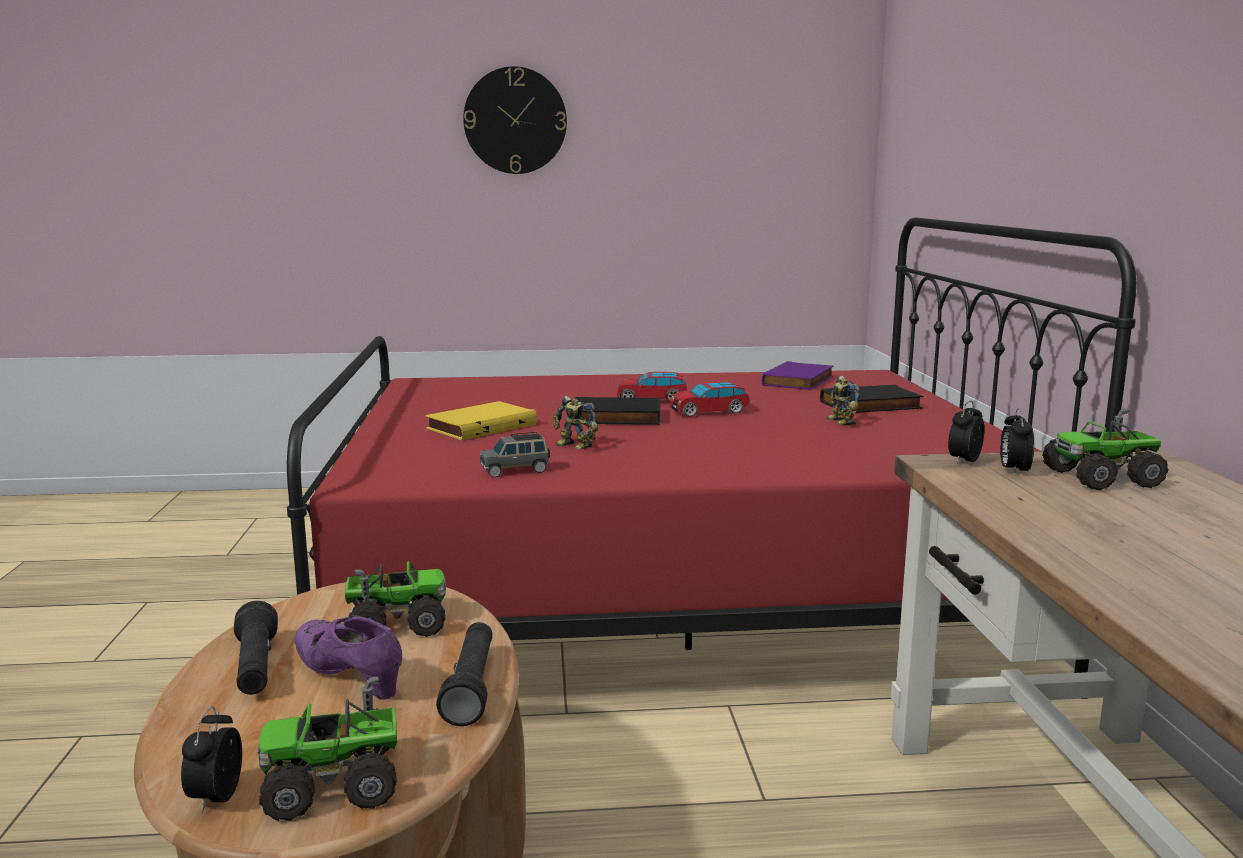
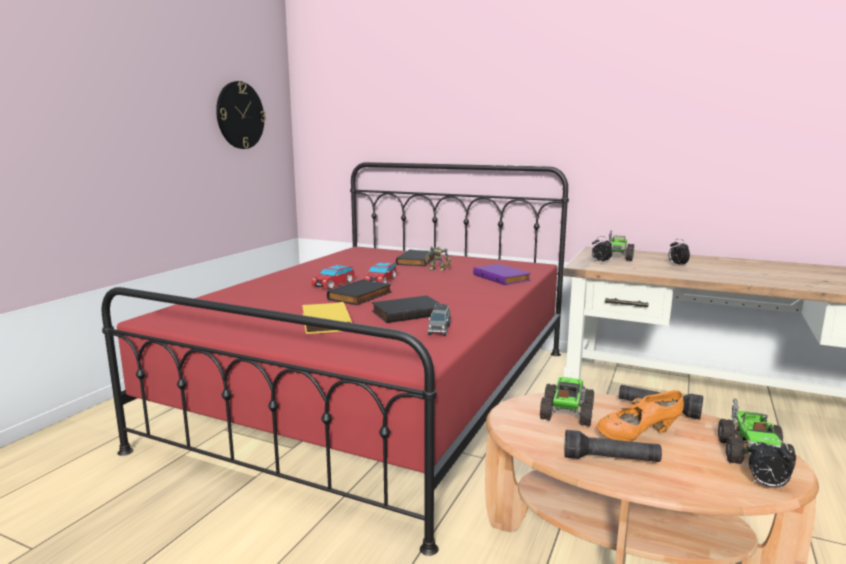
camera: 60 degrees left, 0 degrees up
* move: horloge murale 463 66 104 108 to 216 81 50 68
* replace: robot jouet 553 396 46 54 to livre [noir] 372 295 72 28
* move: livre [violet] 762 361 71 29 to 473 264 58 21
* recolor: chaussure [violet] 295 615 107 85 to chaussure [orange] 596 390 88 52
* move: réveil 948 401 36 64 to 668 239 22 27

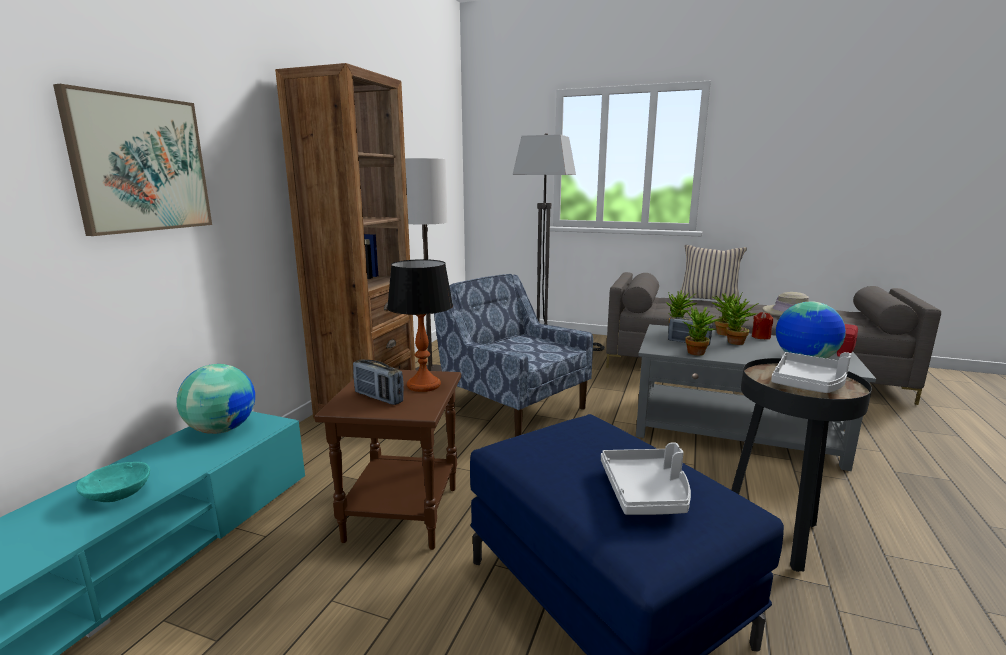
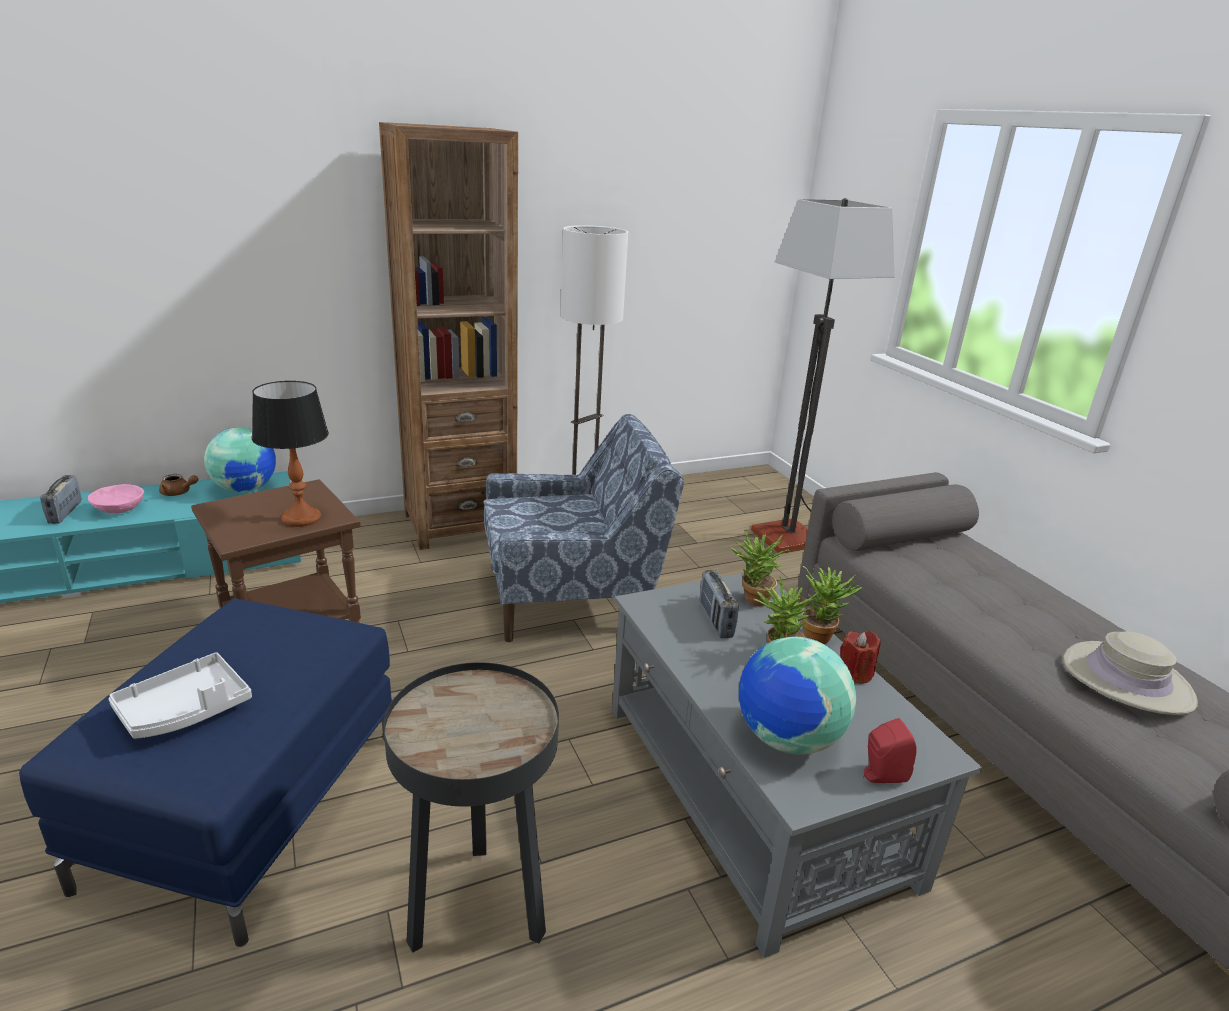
camera: 45 degrees right, 10 degrees up
* move: radio 353 359 51 46 to 40 475 42 49
* recolor: bol [turquoise] 76 462 74 40 to bol [rose] 88 484 56 29
* insert: théière [marron] 159 474 39 22
* rotate: fauteuil [bleu] 434 274 159 163 = 484 414 200 228 75 degrees clockwise
* delete: tableau 53 84 159 152
* delete: coussin [beige] 677 245 70 59
* delete: plante en pot 683 306 41 50
* delete: plateau [gris] 771 352 80 41

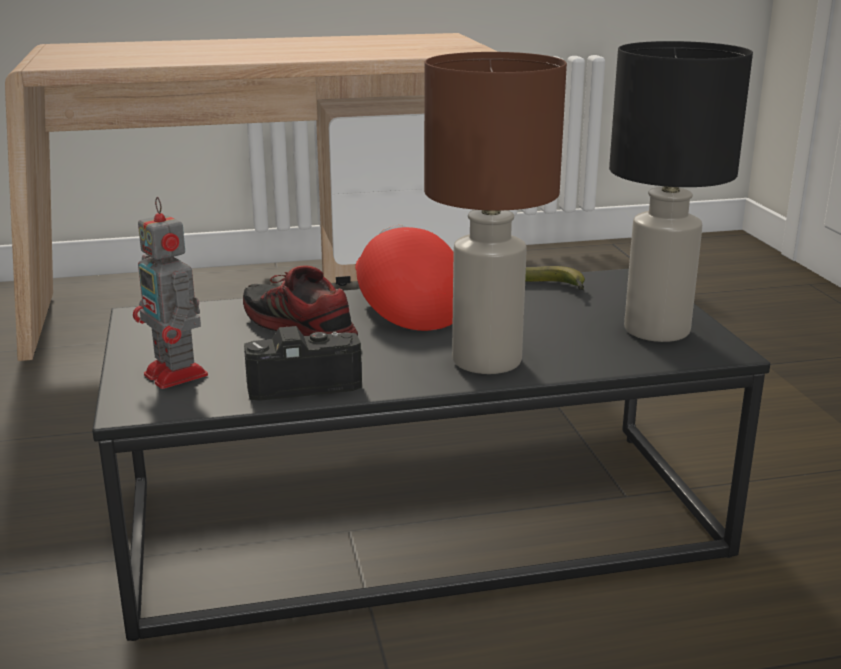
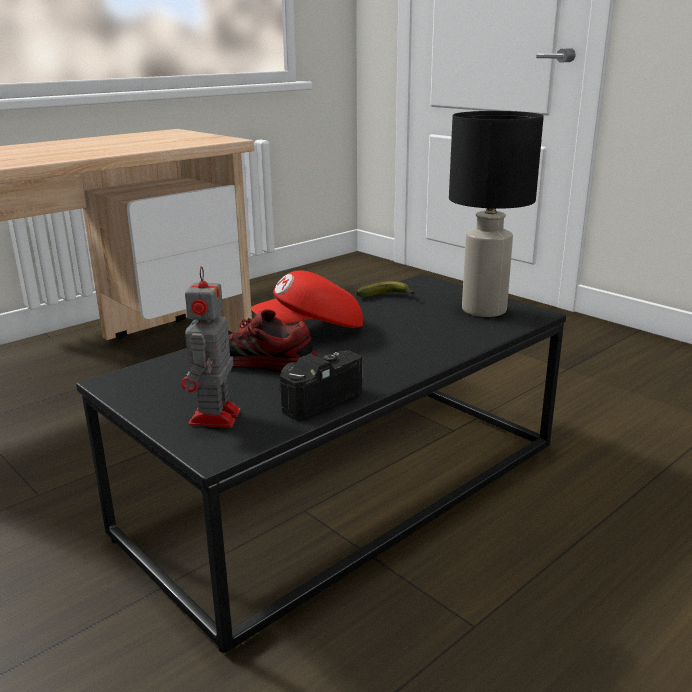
camera: 30 degrees left, 0 degrees up
* rotate: robot jouet 133 197 75 192 = 181 266 59 162 75 degrees clockwise
* rotate: casquette [rouge] 355 225 99 106 = 251 270 112 58 60 degrees counterclockwise
* delete: lampe de table [marron] 424 52 143 322

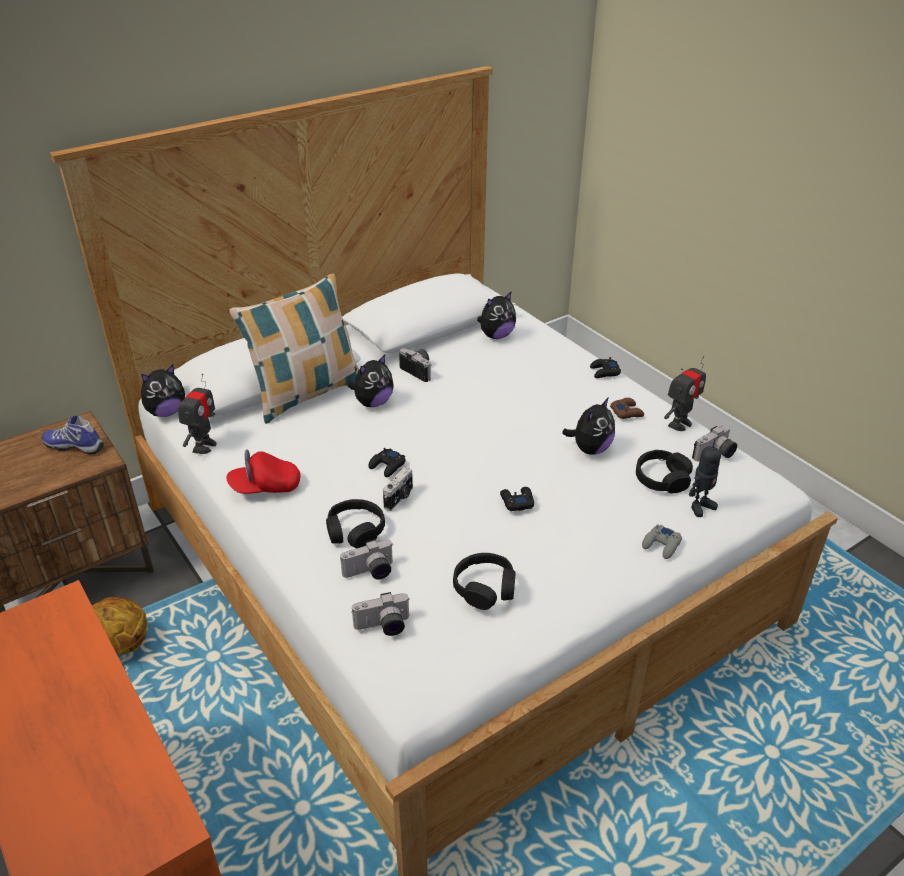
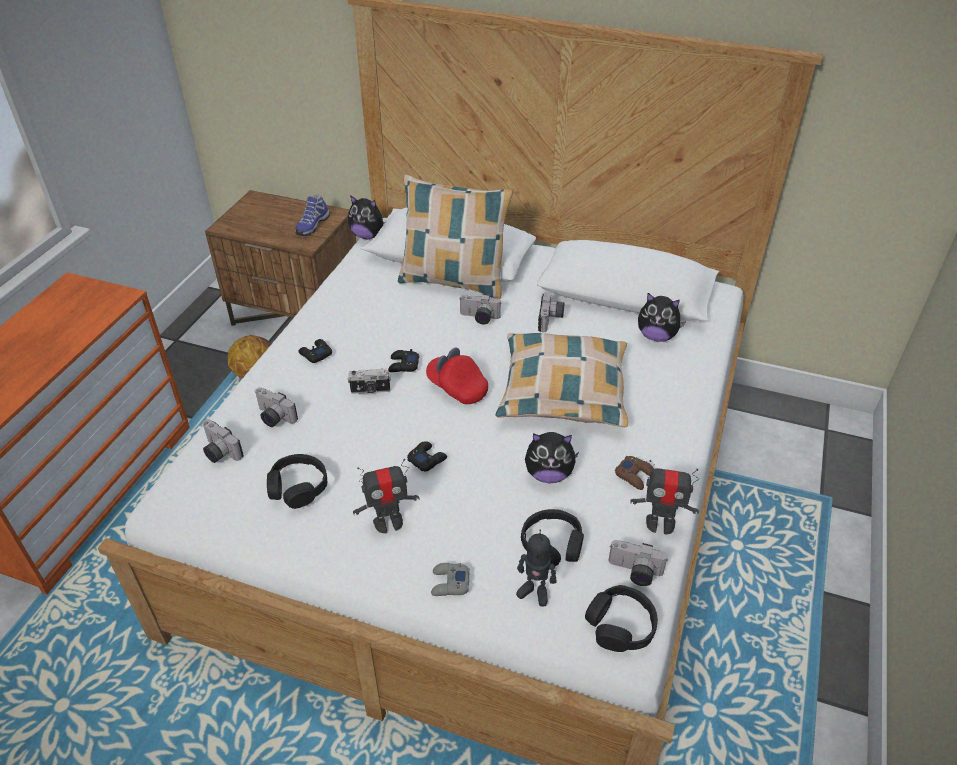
camera: 55 degrees right, 5 degrees up
* rotate: chaussure 41 415 63 39 = 295 194 35 42 135 degrees counterclockwise
* move: manette [noir] 590 357 31 21 to 298 339 34 24
* move: robot jouet 178 374 38 80 to 353 459 67 74
* move: casquette [rouge] 226 450 74 44 to 426 348 62 56
* replace: peluche 348 354 46 53 to appareil photo 459 294 42 31
* insert: coussin 496 333 132 94
* move: casque audio [noir] 326 499 59 49 to 585 585 73 67

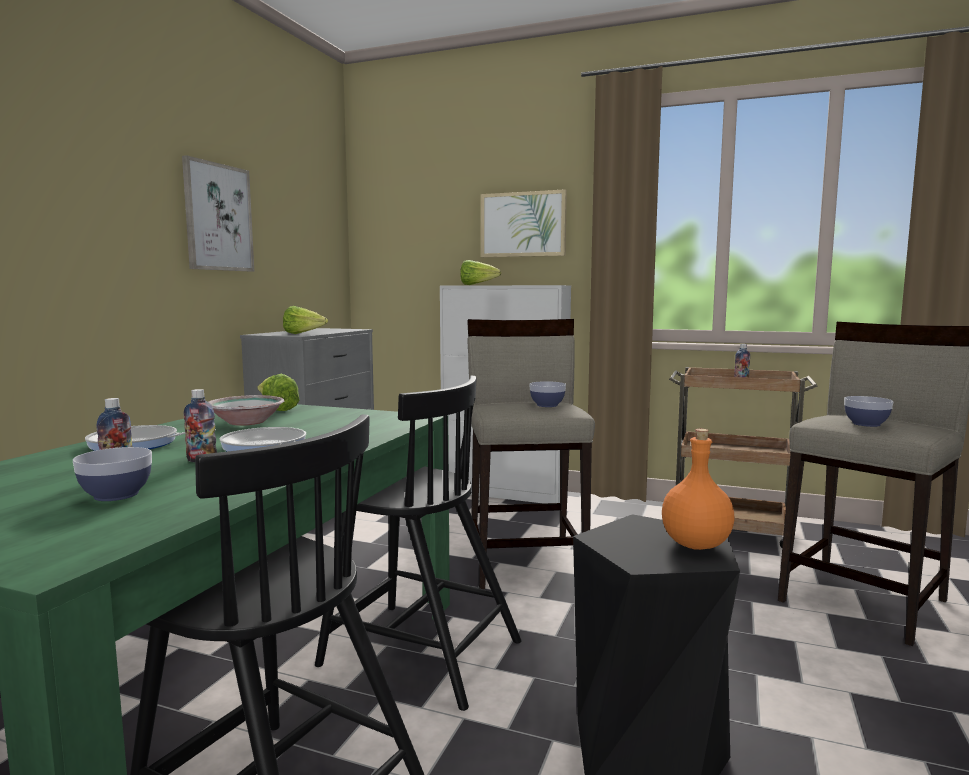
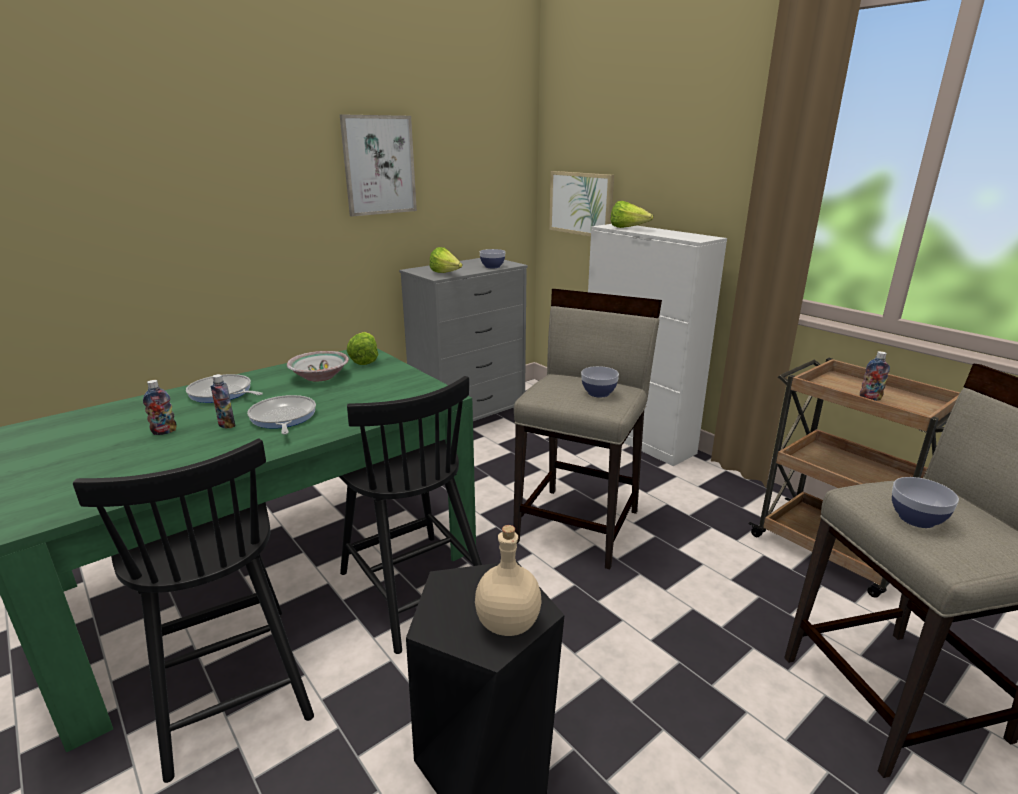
camera: 30 degrees right, 15 degrees up
* recolor: bouteille [orange] 662 429 72 121 to bouteille [beige] 475 525 66 111
* move: bol 73 447 79 54 to 480 249 25 19
* move: tableau 481 189 86 68 to 549 171 65 66

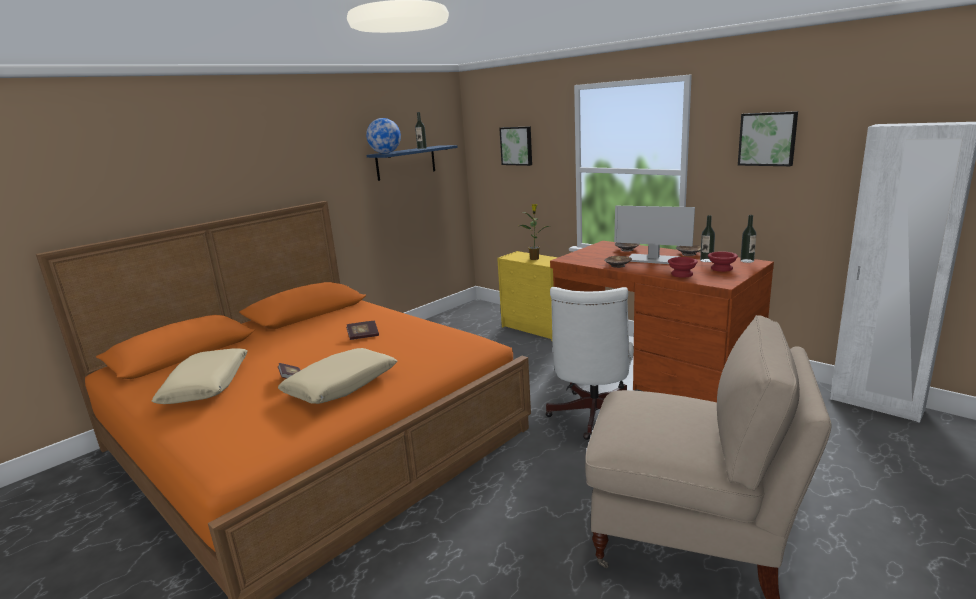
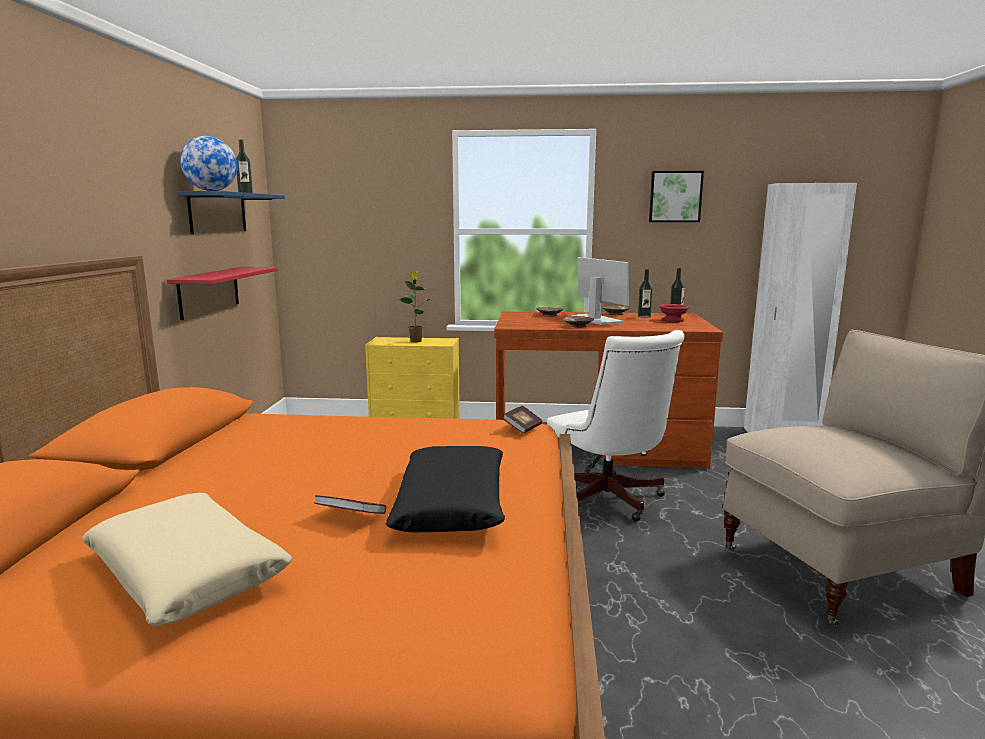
camera: 40 degrees left, 5 degrees down
* insert: étagère [rouge] 167 267 111 53
* recolor: coussin [beige] 278 348 119 56 to coussin [noir] 386 446 119 86
* move: livre 346 321 33 19 to 503 405 39 29
* rotate: écran d'ordinateur 614 206 81 58 = 571 257 58 68 105 degrees counterclockwise
* delete: tableau 499 126 33 40
* delete: bol [rouge] 668 257 30 21

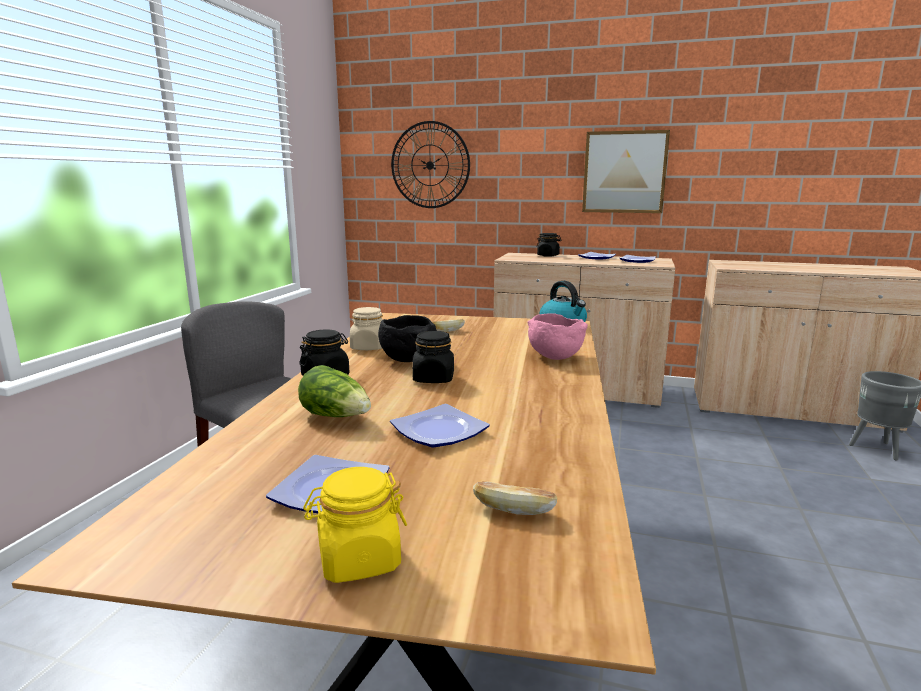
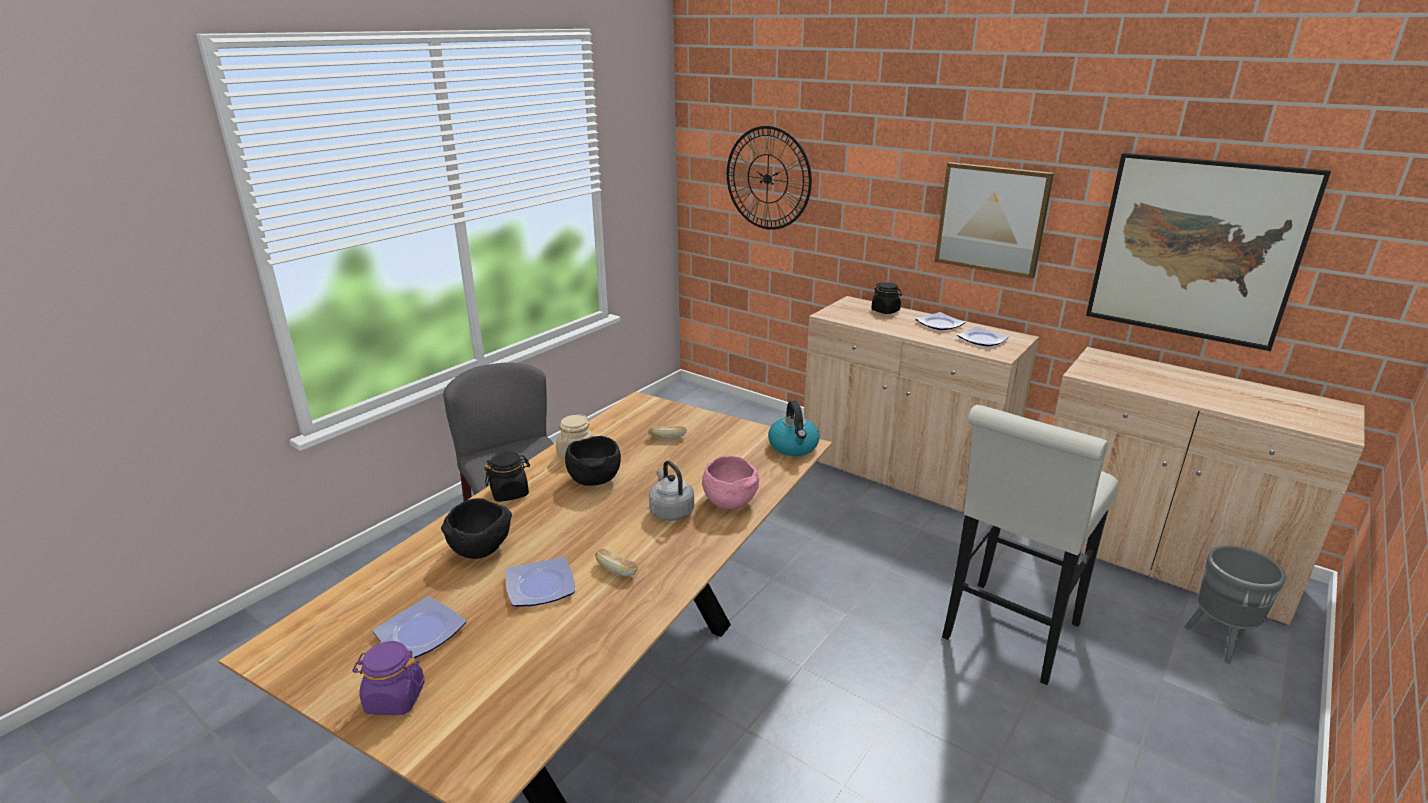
camera: 20 degrees right, 10 degrees up
* recolor: bocal [jaune] 303 467 104 116 to bocal [violet] 352 641 73 74
* replace: laitue 298 365 73 52 to bol [noir] 441 498 71 61
* move: pain 473 481 84 34 to 595 549 43 27
* insert: bouilloire [gris] 649 461 45 60
* insert: tabouret [blanc] 942 405 177 280
* insert: tableau 1086 153 245 198
* delete: bocal [noir] 412 331 42 52

